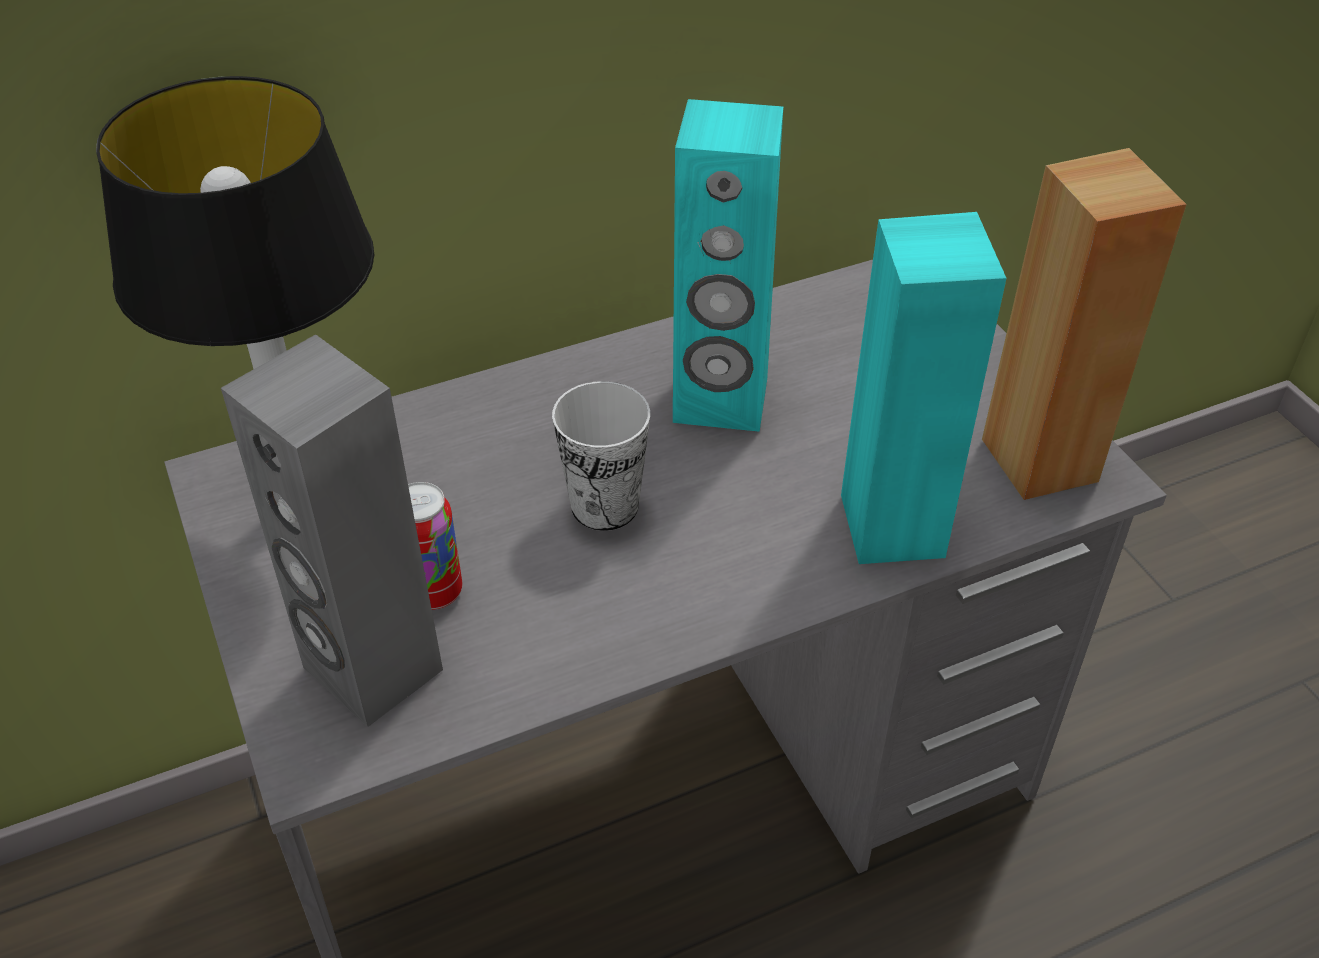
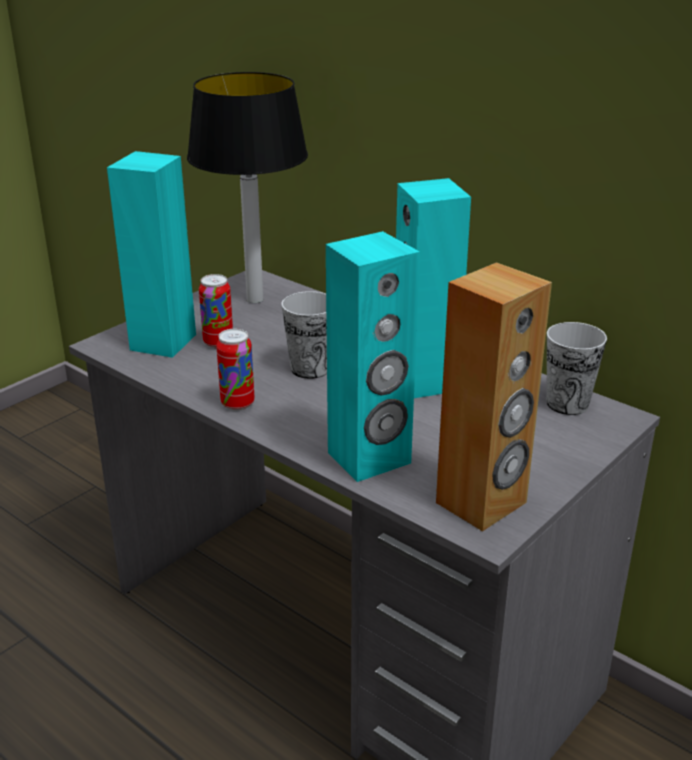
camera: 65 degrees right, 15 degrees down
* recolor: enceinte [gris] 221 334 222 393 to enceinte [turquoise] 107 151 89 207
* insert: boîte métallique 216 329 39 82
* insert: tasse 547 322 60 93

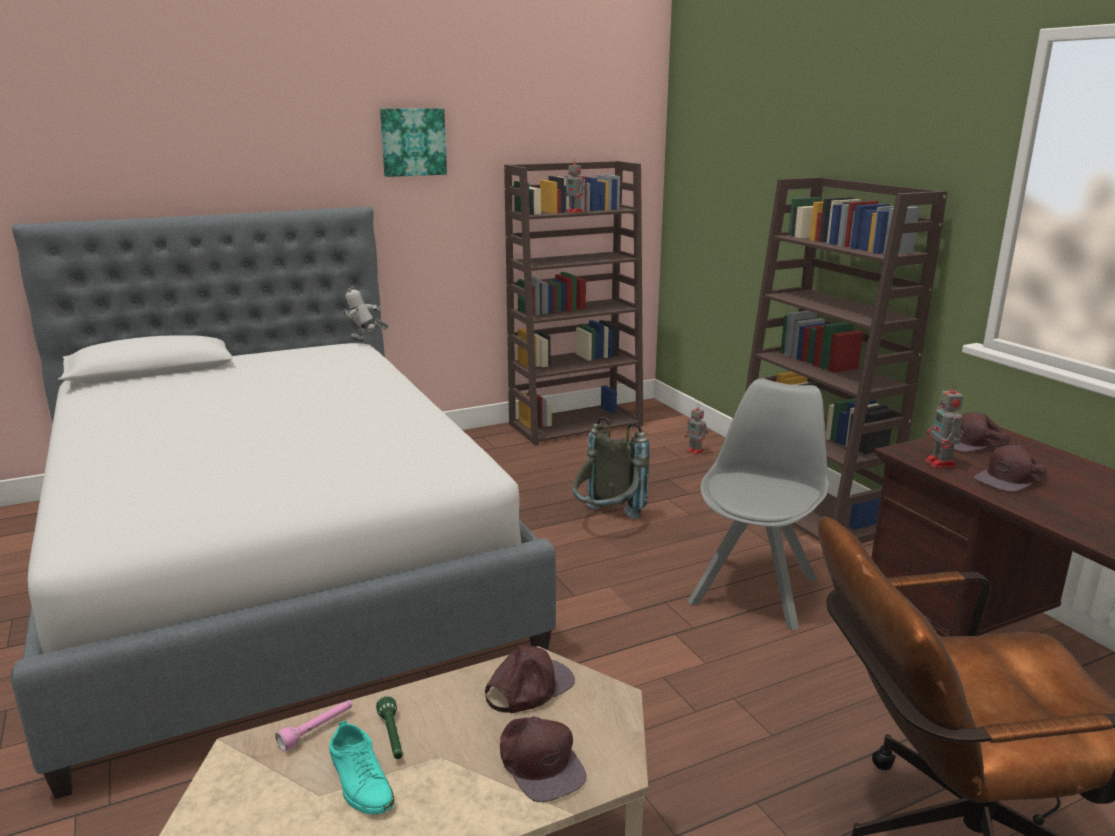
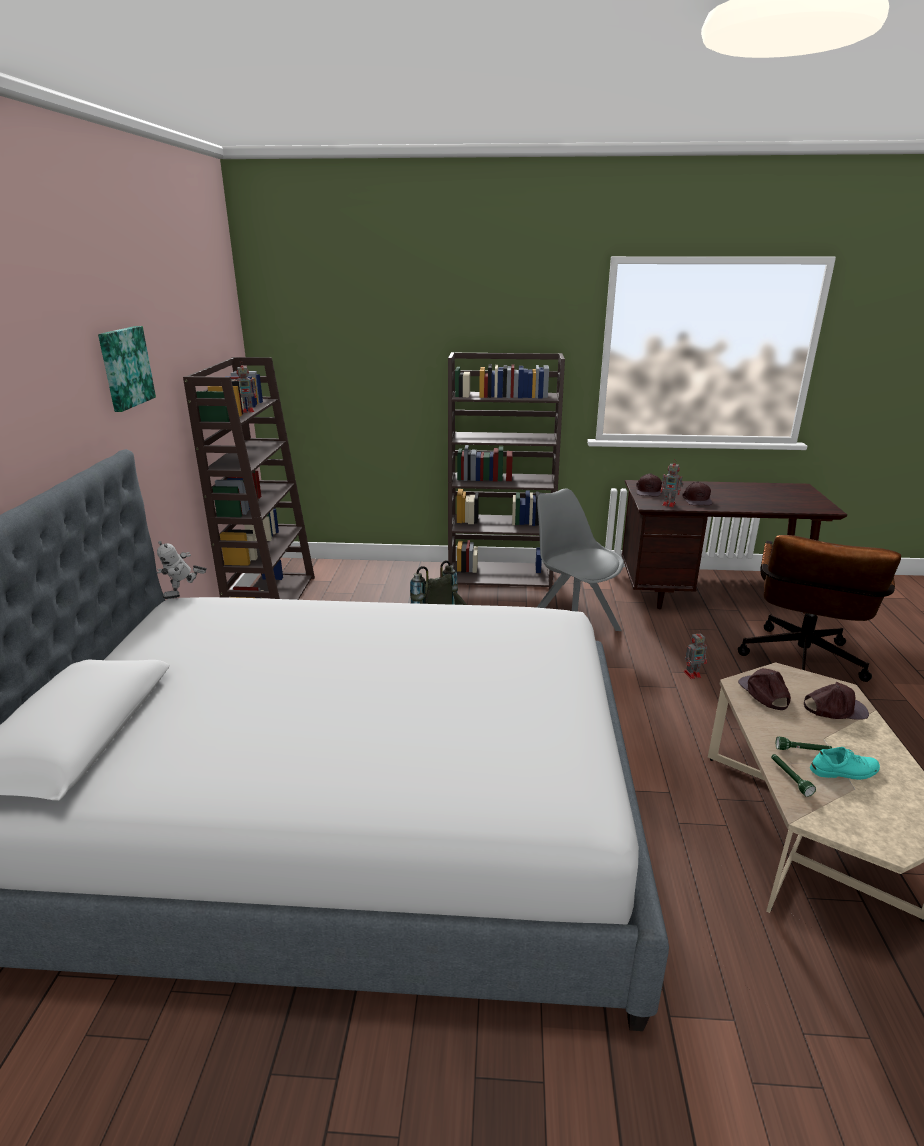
camera: 60 degrees left, 5 degrees up
* move: robot jouet 684 404 24 51 to 683 630 24 49
* recolor: lampe de poche [rose] 275 700 77 51 to lampe de poche [vert] 771 754 45 43

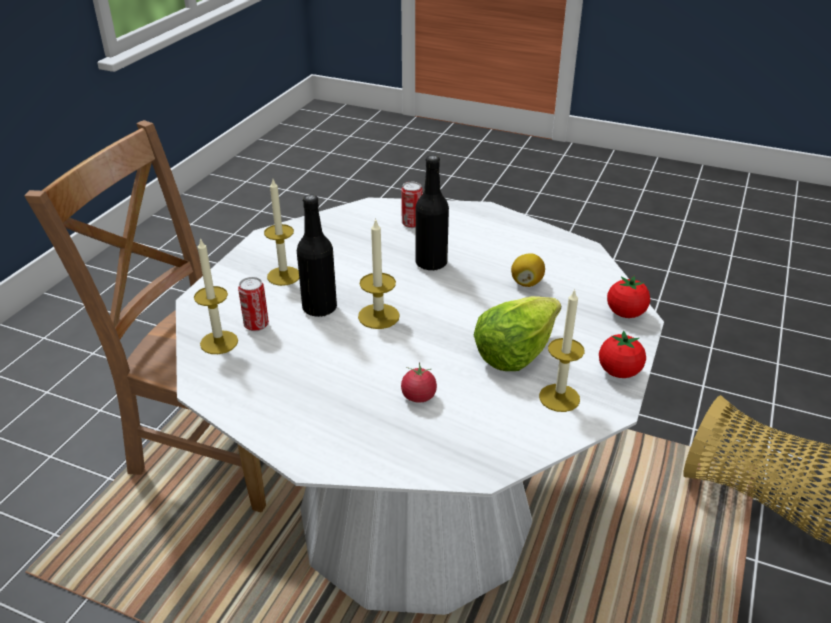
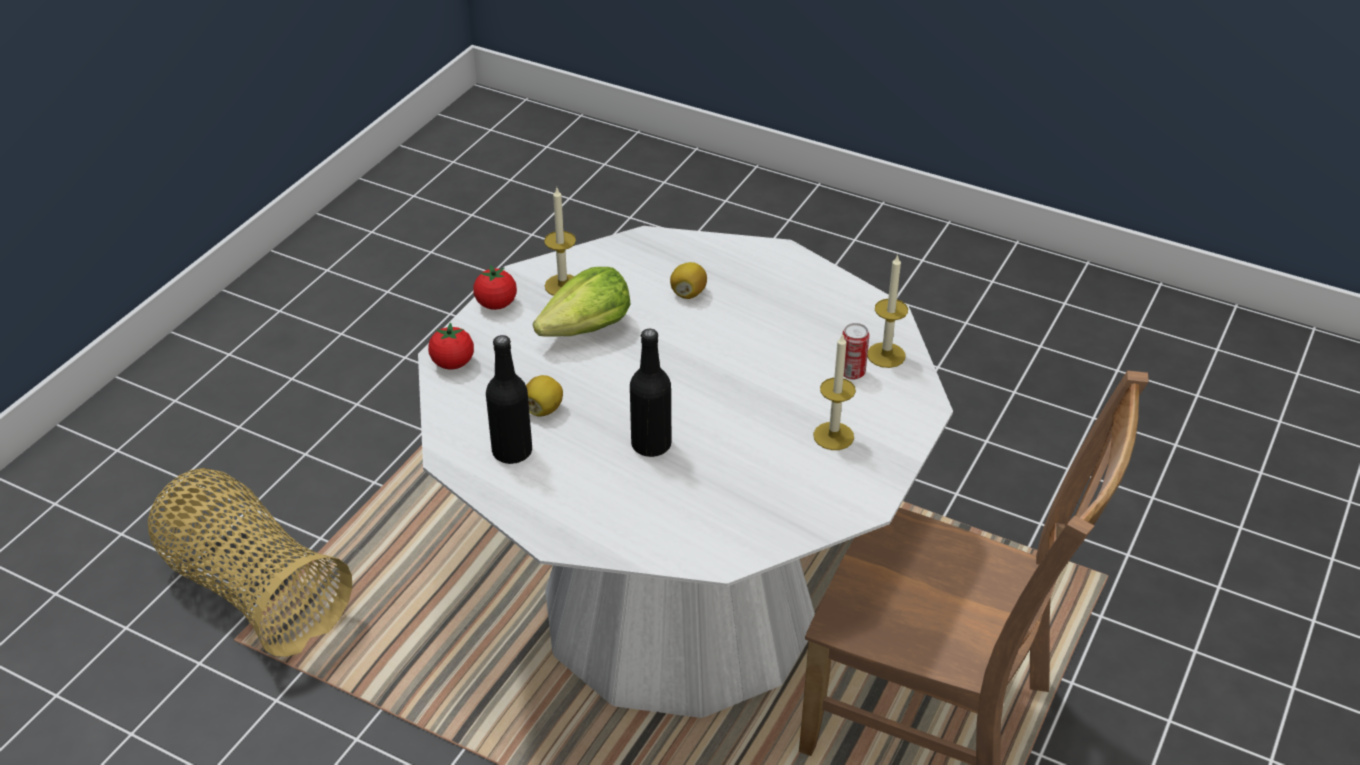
camera: 175 degrees left, 5 degrees up
* move: bouteille [noir] 297 194 40 123 to 486 335 46 129
* replace: tomate 401 363 36 40 to citron 670 262 37 37
* delete: bougie 358 218 42 111
* delete: boîte métallique 401 182 21 46

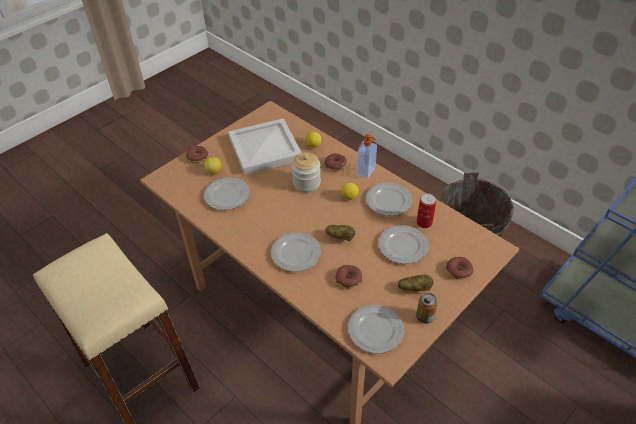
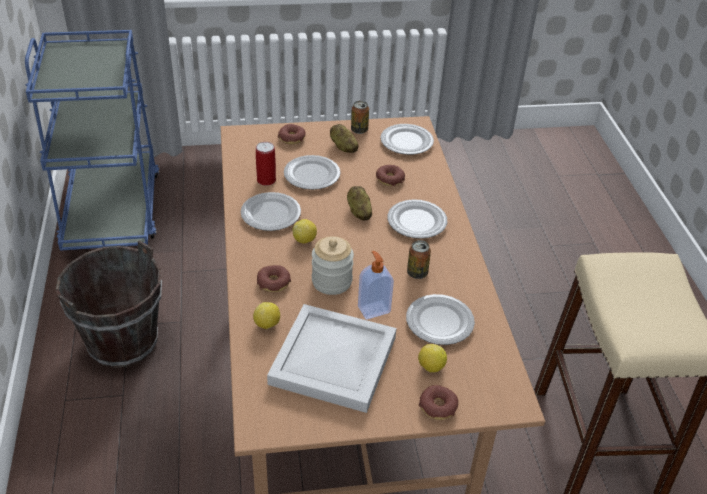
camera: 145 degrees left, 5 degrees down
* move: distributeur de savon 357 134 20 45 to 358 251 36 68
* insert: boîte métallique 407 240 24 39

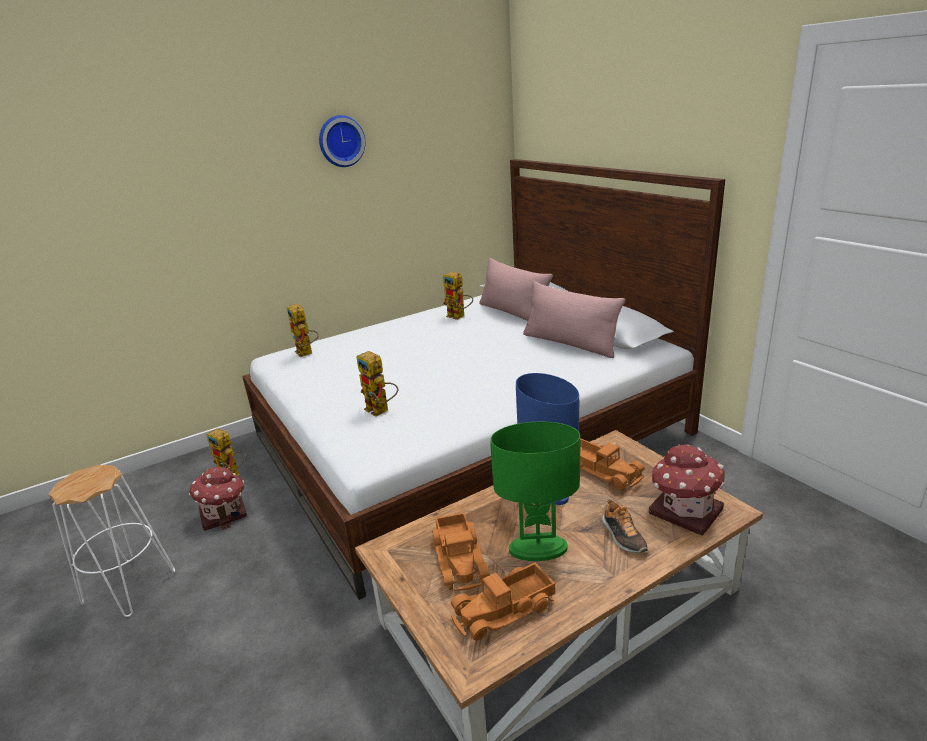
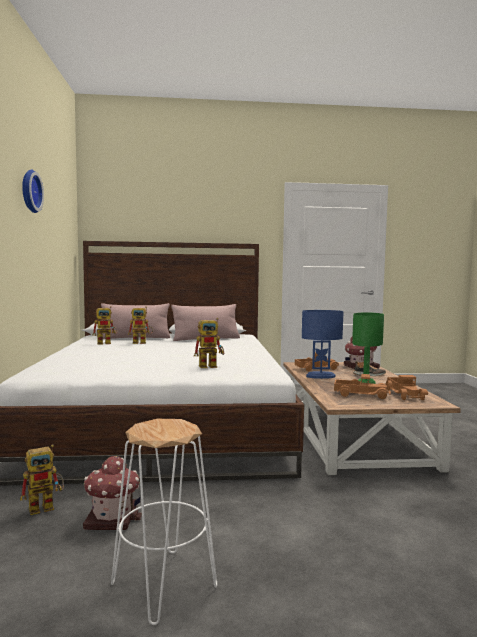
camera: 65 degrees left, 20 degrees down
* move: robot jouet 287 304 32 53 to 128 306 25 38

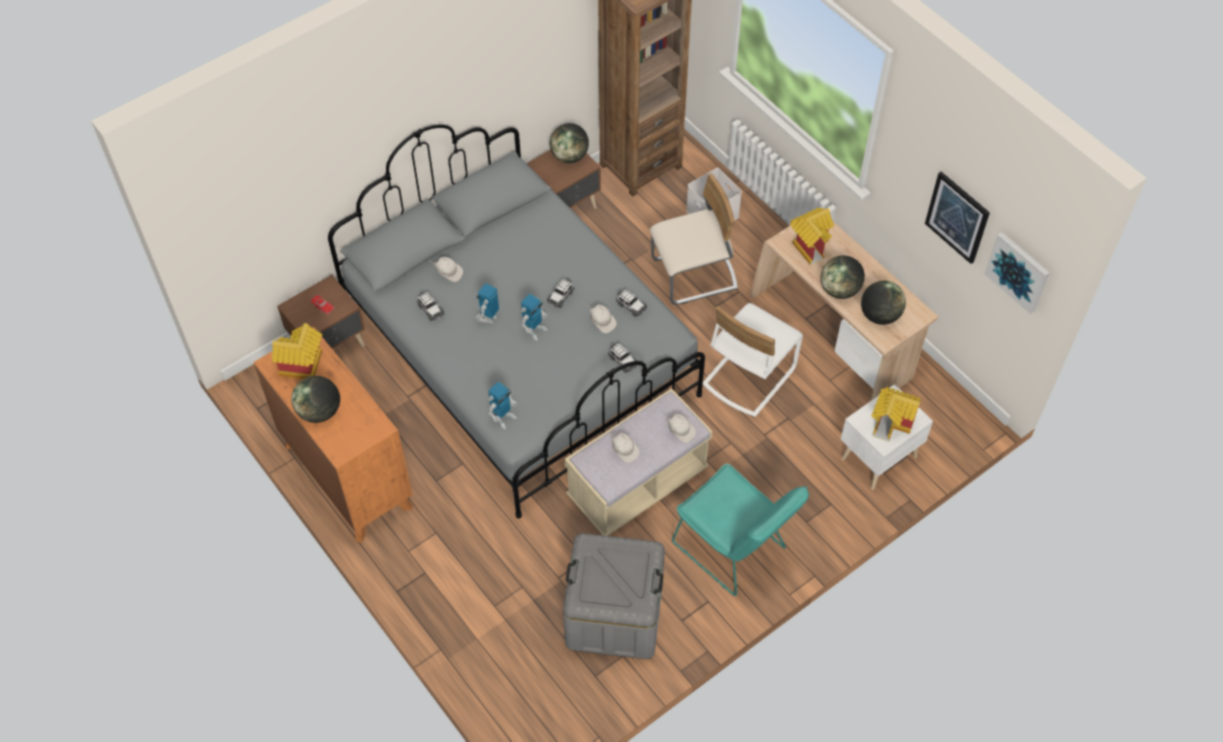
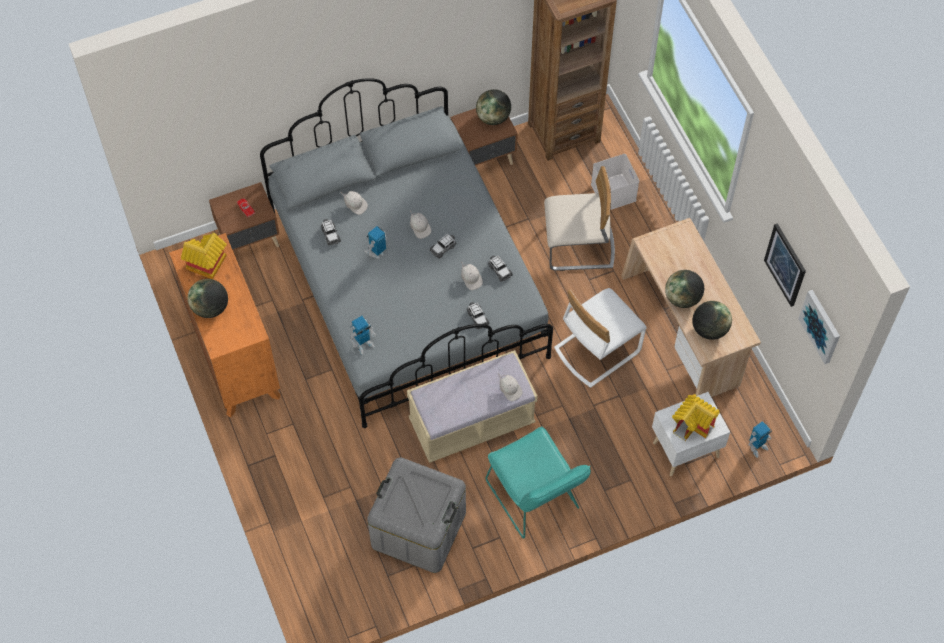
camera: 15 degrees right, 5 degrees up
* move: casquette [blanc] 609 432 31 31 to 410 210 21 29
* move: robot jouet 521 294 27 47 to 748 421 24 37
* delete: maison miniature 790 208 44 57

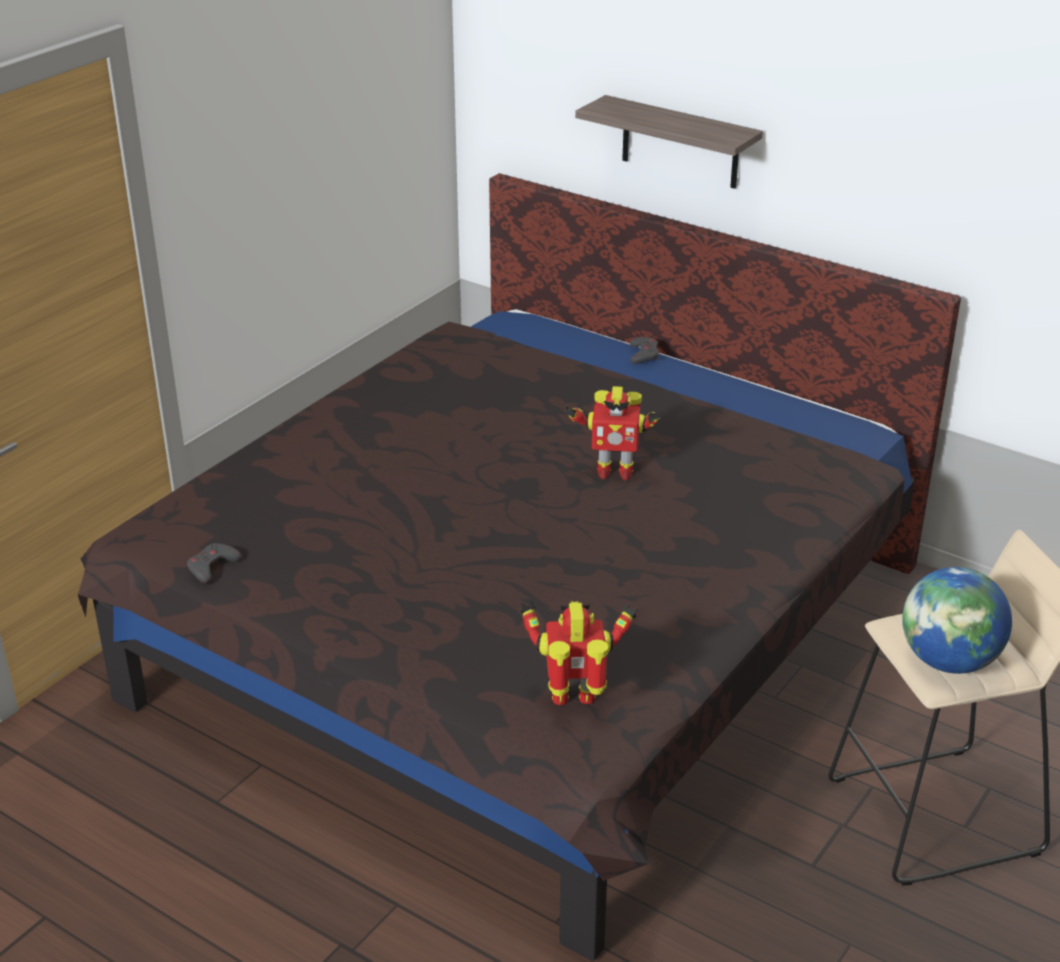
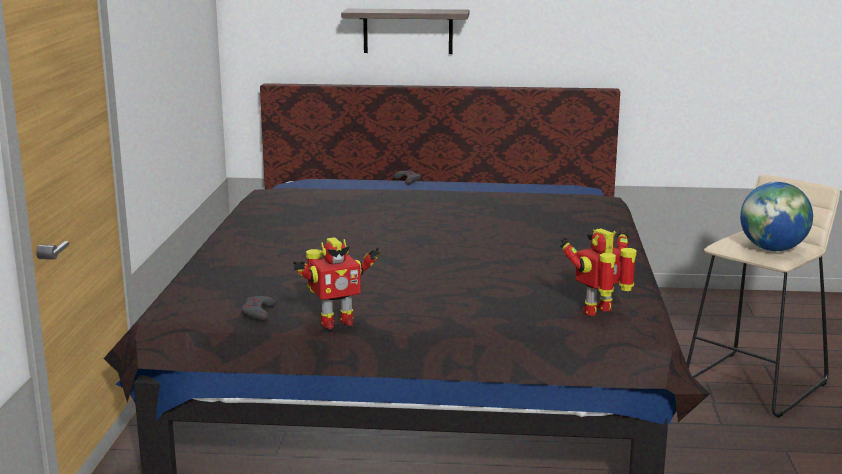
camera: 30 degrees left, 15 degrees down
* move: robot jouet 564 386 97 94 to 293 237 87 92

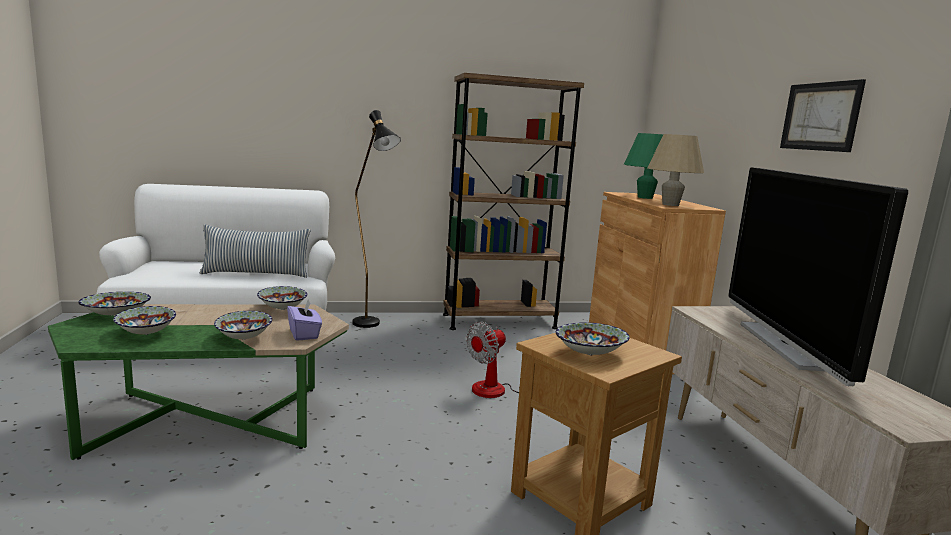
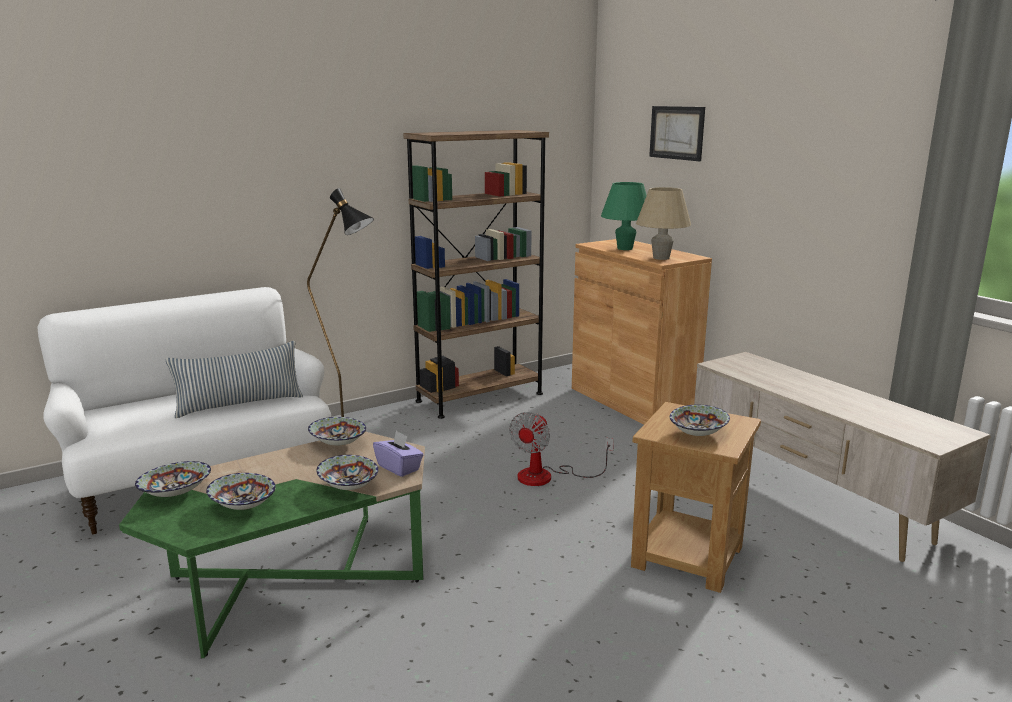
camera: 20 degrees left, 5 degrees up
* move: tableau 780 79 86 73 to 649 106 56 55
* delete: téléviseur 728 167 180 219

